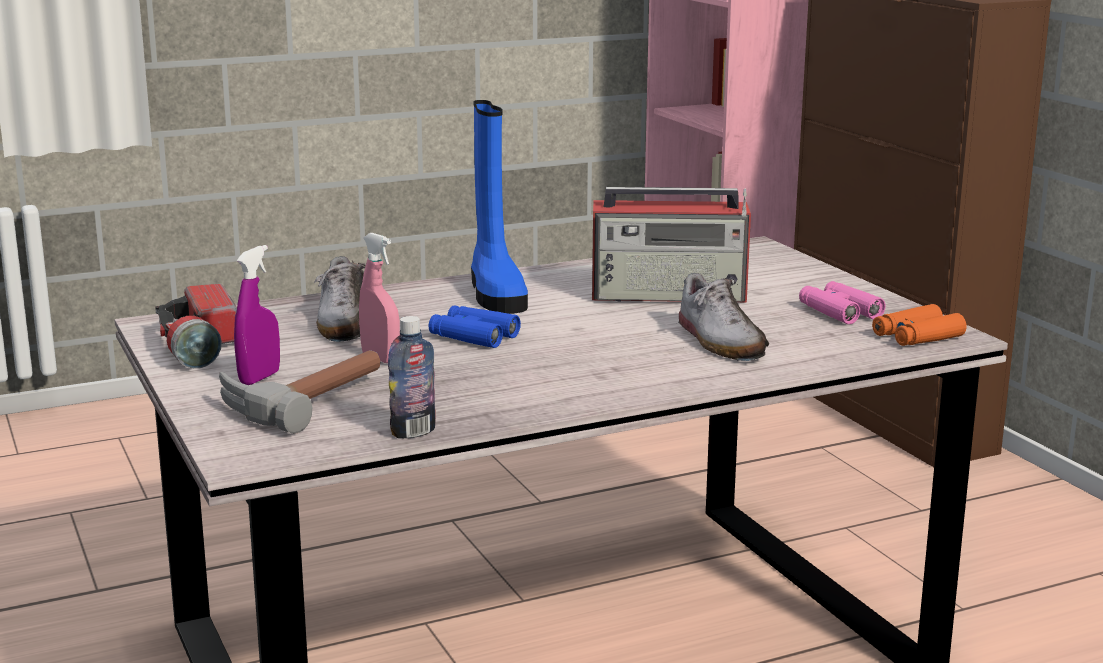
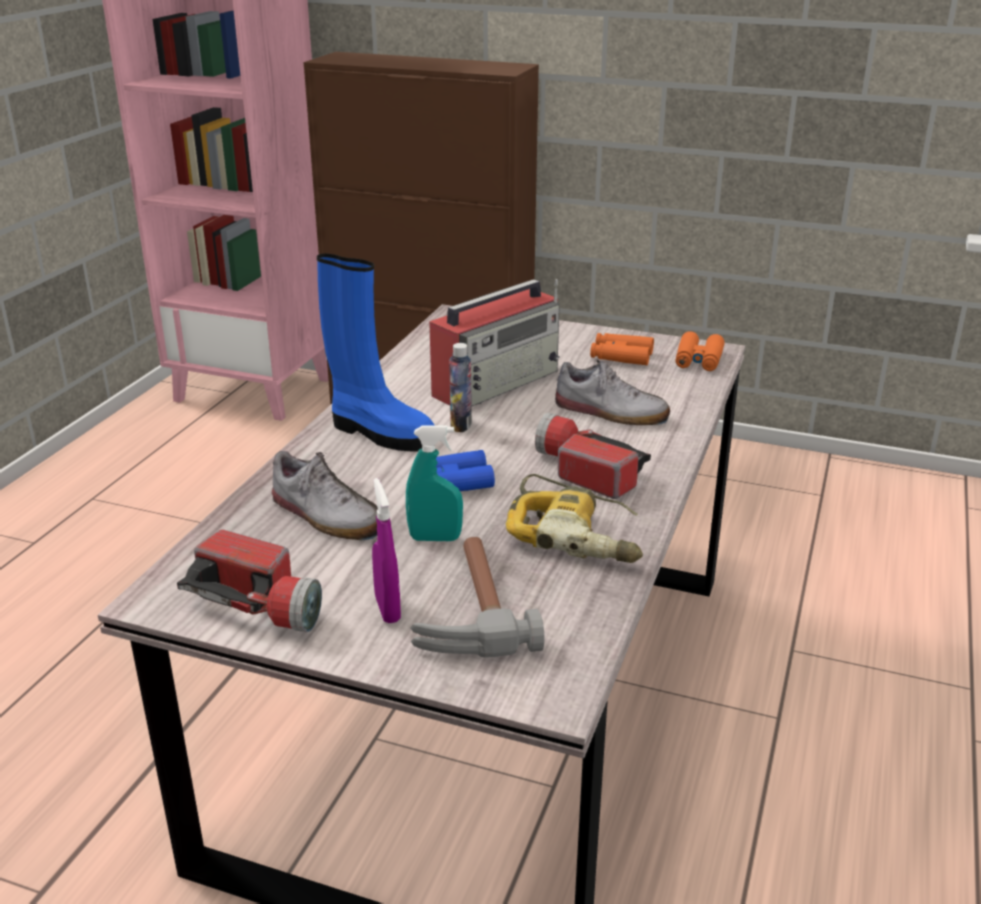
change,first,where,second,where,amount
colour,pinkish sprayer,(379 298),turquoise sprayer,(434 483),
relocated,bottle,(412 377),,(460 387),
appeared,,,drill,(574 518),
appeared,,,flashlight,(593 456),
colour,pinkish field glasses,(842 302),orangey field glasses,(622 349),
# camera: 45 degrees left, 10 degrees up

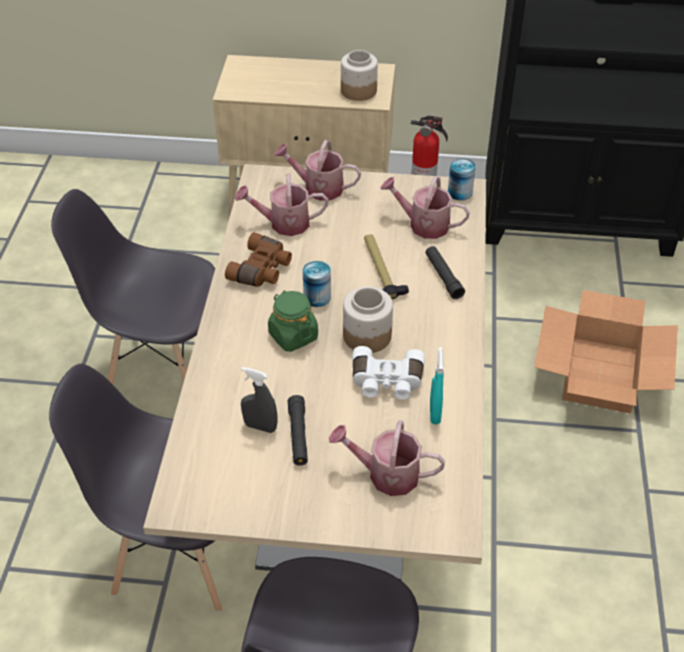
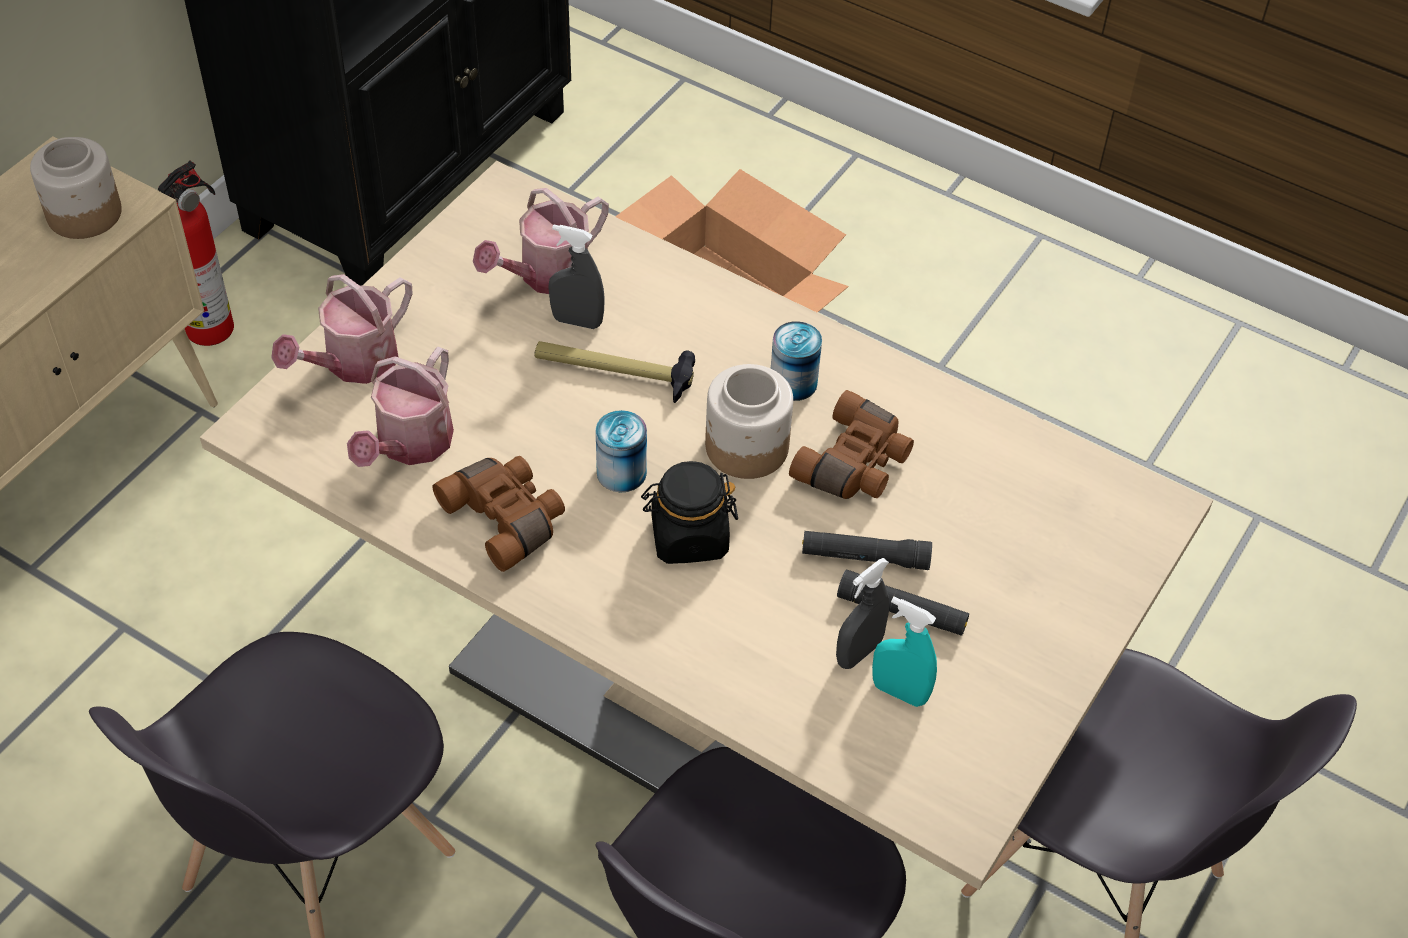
change,first,where,second,where,amount
appeared,,,greyish sprayer,(576 276),
colour,greenish jar,(293 321),black-coloured jar,(689 512),
relocated,can,(462 179),,(796 361),
colour,white-coloured field glasses,(388 373),brown-coloured field glasses,(851 444),
relocated,black-coloured flashlight,(445 272),,(867 550),
relocated,turquoise sprayer,(437 386),,(904 652),
missing,watering can,(387 458),,,
# camera: 65 degrees left, 5 degrees up

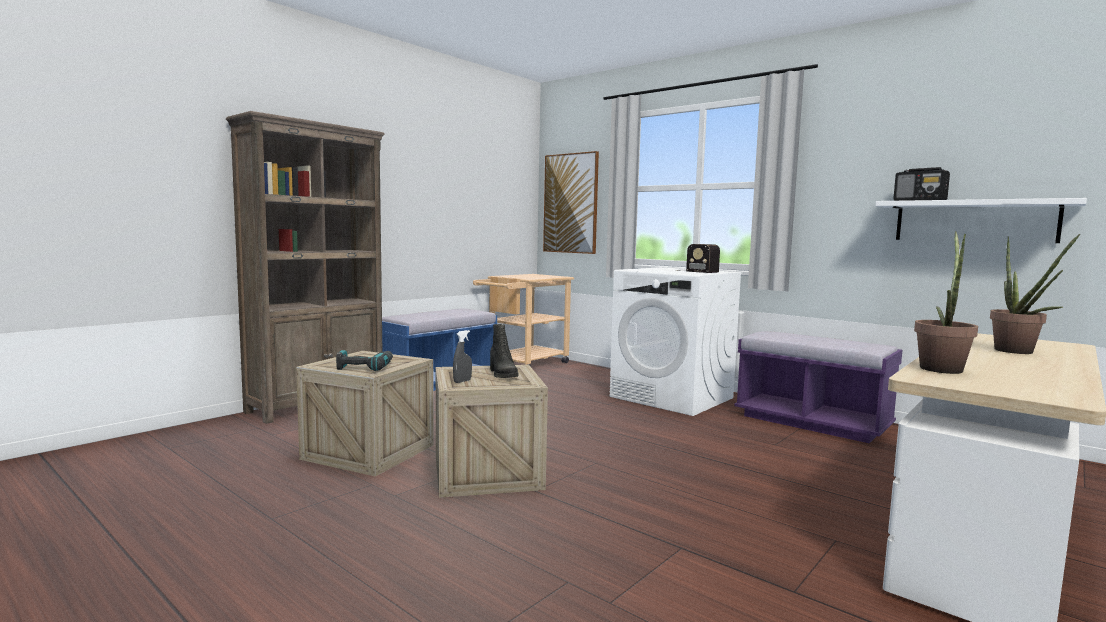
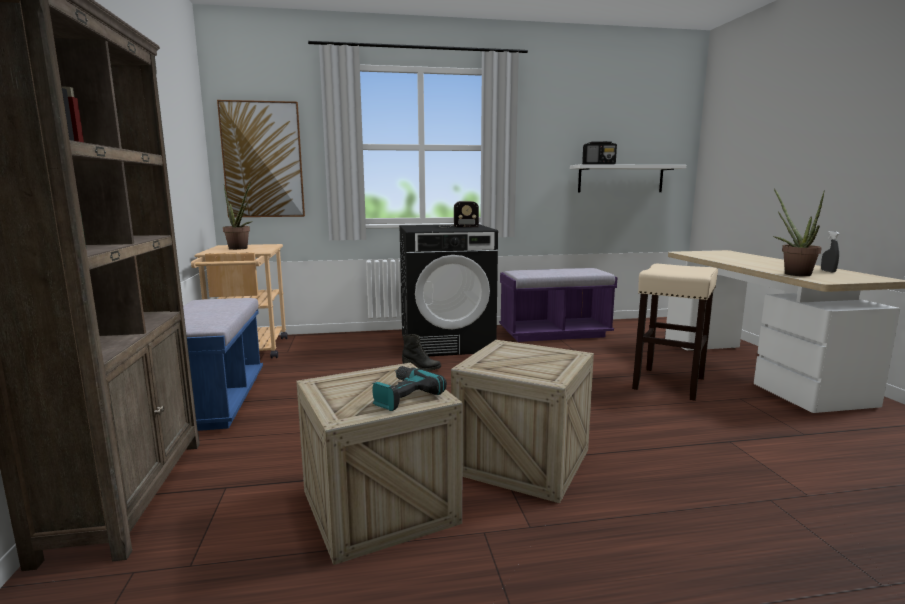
change,first,where,second,where,amount
relocated,houseplant,(1035 294),,(238 216),
colour,white-coloured washing machine,(675 341),black-coloured washing machine,(448 290),
relocated,black-coloured tall boot,(504 351),,(421 352),
appeared,,,beige-coloured stool seat,(675 332),
relocated,greyish sprayer,(462 356),,(830 251),
# camera: 50 degrees left, 5 degrees up

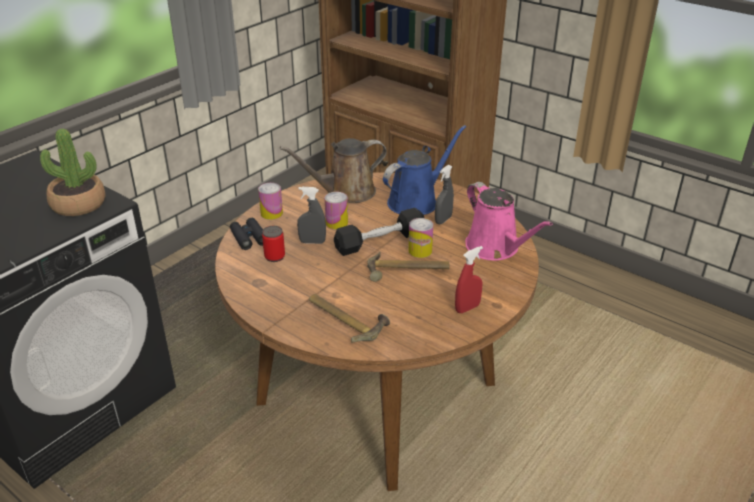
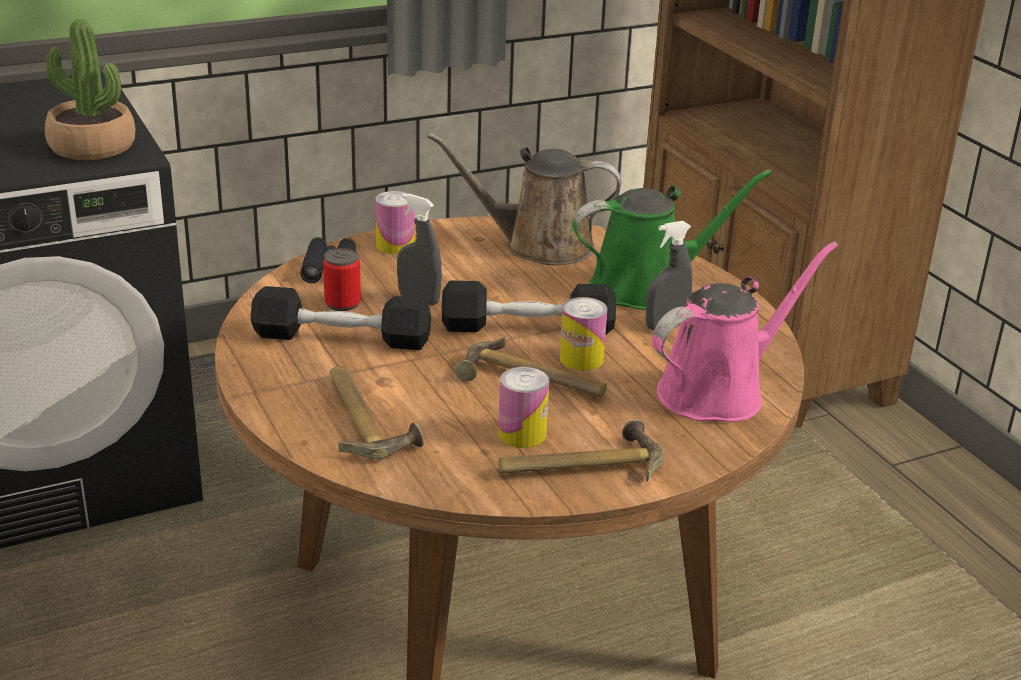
change,first,where,second,where,amount
appeared,,,black-coloured dumbbell,(341 318),
relocated,can,(336 210),,(524 407),
exchanged,red sprayer,(469 279),hammer,(581 450),
colour,bluish watering can,(424 170),greenish watering can,(672 240),
spun,pinkish watering can,(509 221),,(745 331),120 degrees counterclockwise
# camera: 25 degrees right, 5 degrees down

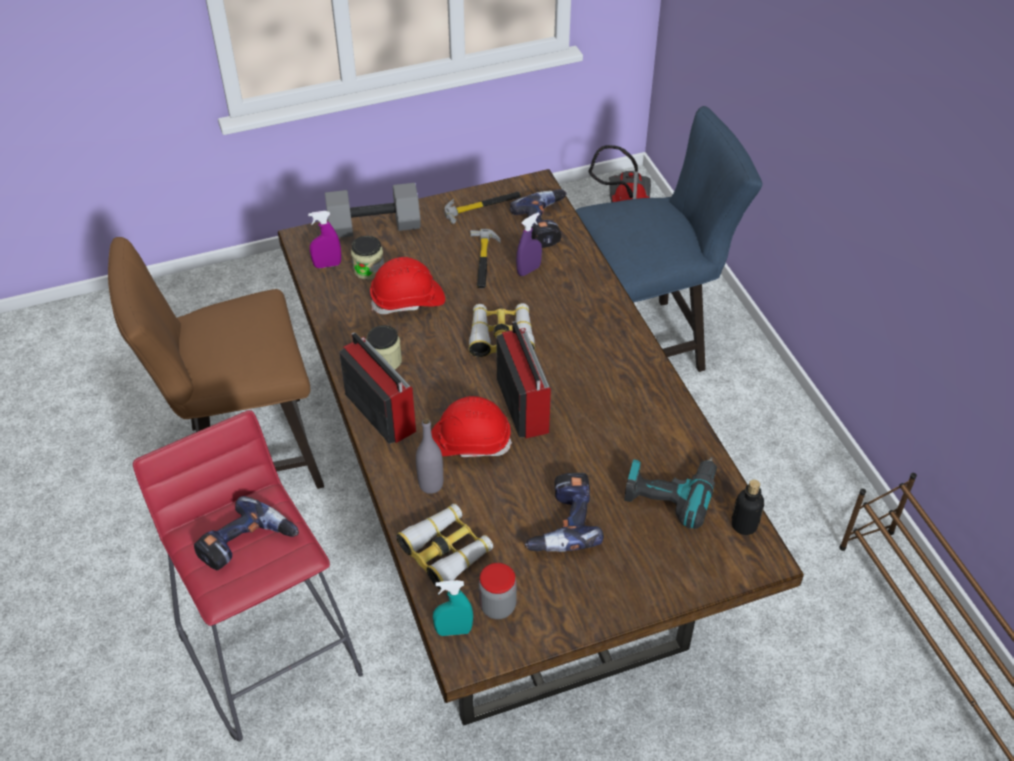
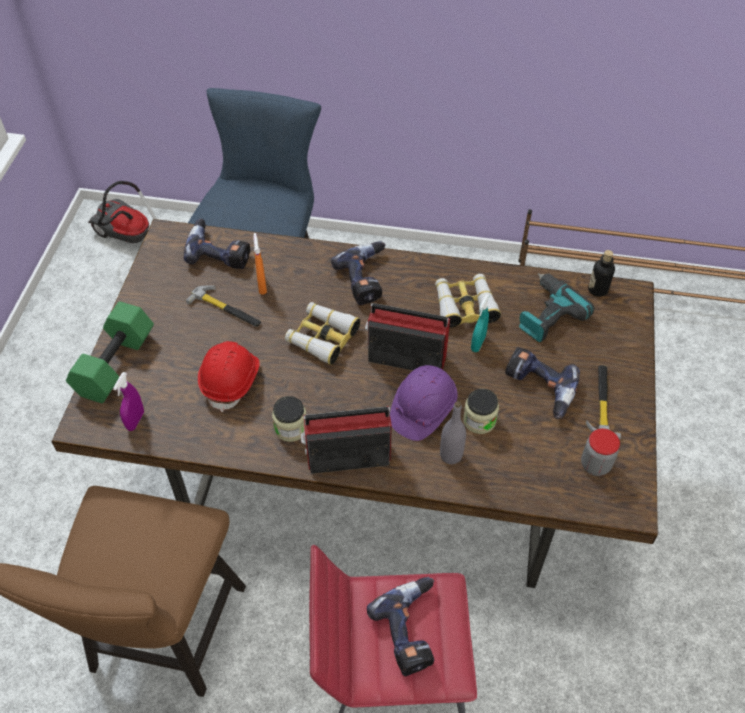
change,first,where,second,where,amount
colour,greyish dumbbell,(373 210),greenish dumbbell,(110 352),
colour,purple-coloured sprayer,(529 244),orangey sprayer,(260 264),
appeared,,,drill,(358 273),
colour,red safety helmet,(471 427),purple-coloured safety helmet,(424 403),
relocated,field glasses,(444 546),,(468 301),
relocated,jar,(367 258),,(481 411),
relocated,turquoise sprayer,(453 608),,(480 323),
relocated,hammer,(482 208),,(603 402),
# camera: 60 degrees left, 5 degrees up

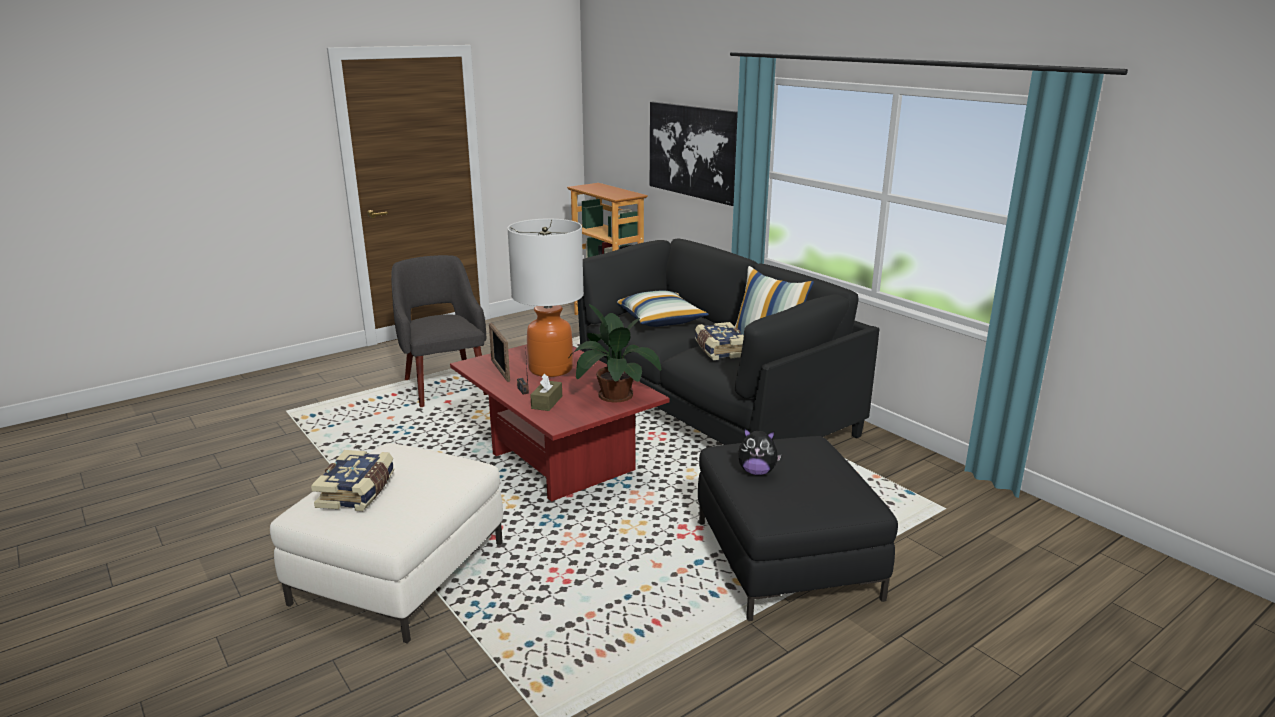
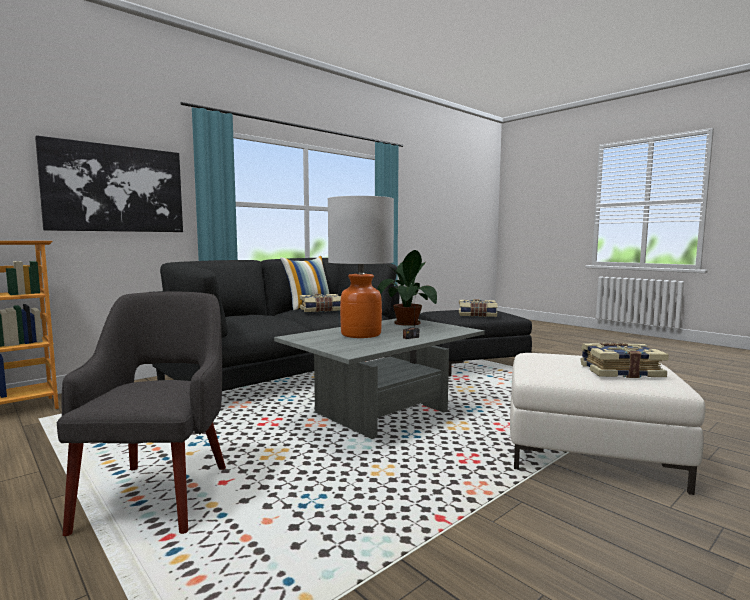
change,first,where,second,where,amount
spun,greyish easy chair,(439 331),,(141 414),120 degrees clockwise
colour,red low table,(560 422),greyish low table,(379 378),
exchanged,plush toy,(760 451),volume,(478 308),
missing,standing frame,(499 352),,,
missing,brown-coloured tissue box,(546 392),,,
missing,throw pillow,(663 308),,,
# camera: 95 degrees left, 15 degrees down

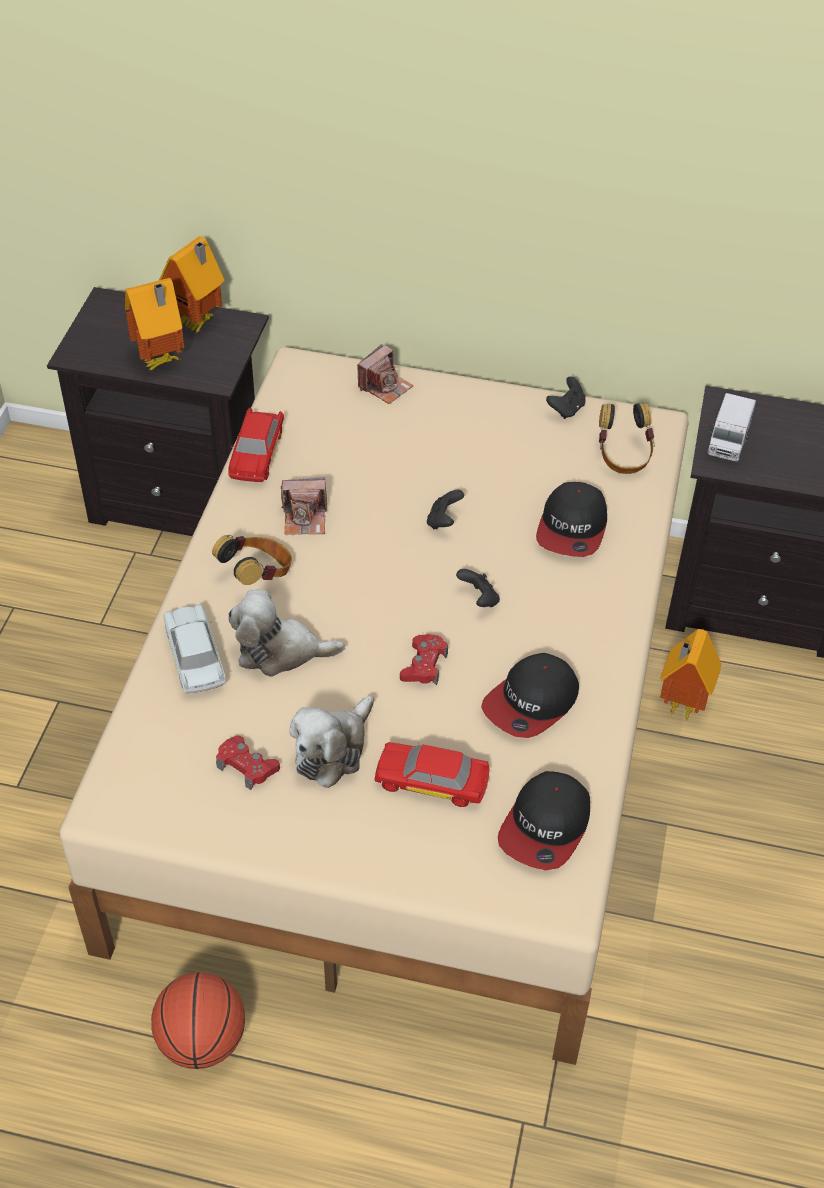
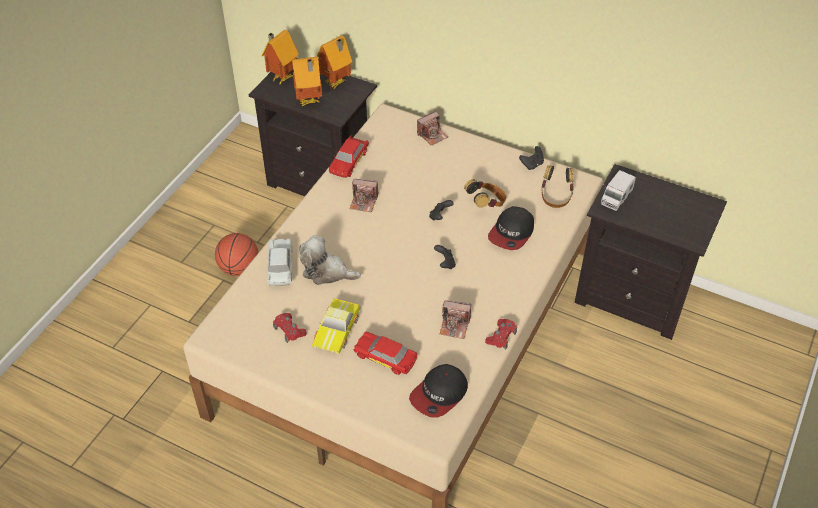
change,first,where,second,where,amount
relocated,ball for basketball,(198 1020),,(236 254),
relocated,model house,(690 674),,(280 57),
exchanged,plush toy,(331 741),model car,(336 326),
exchanged,cap,(530 695),photo camera,(455 319),
relocated,headset,(252 560),,(485 193),
relocated,red gamepad,(424 659),,(501 334),
# camera: 15 degrees right, 0 degrees up

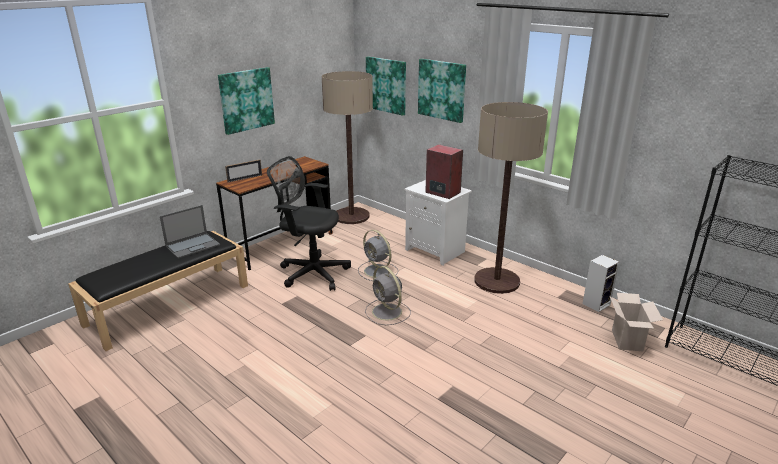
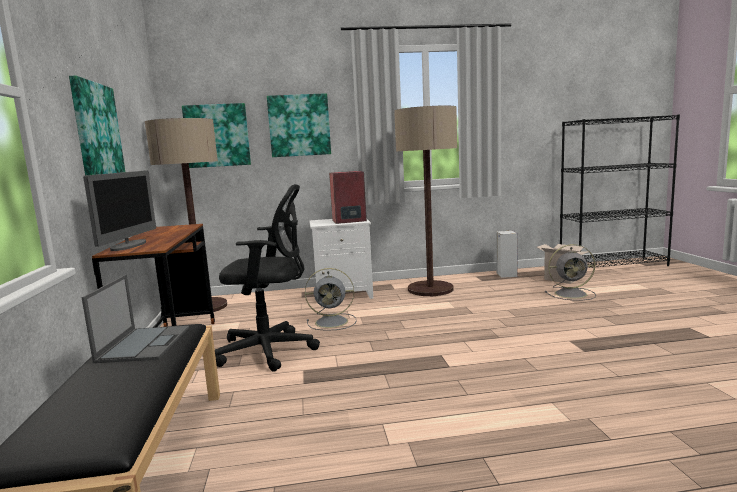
change,first,where,second,where,amount
exchanged,standing frame,(243 170),computer display,(119 210),
spun,black-coloured computer chair,(309 223),,(267 278),150 degrees counterclockwise
relocated,greyish fan,(388 295),,(570 272),
# camera: 50 degrees left, 15 degrees down

